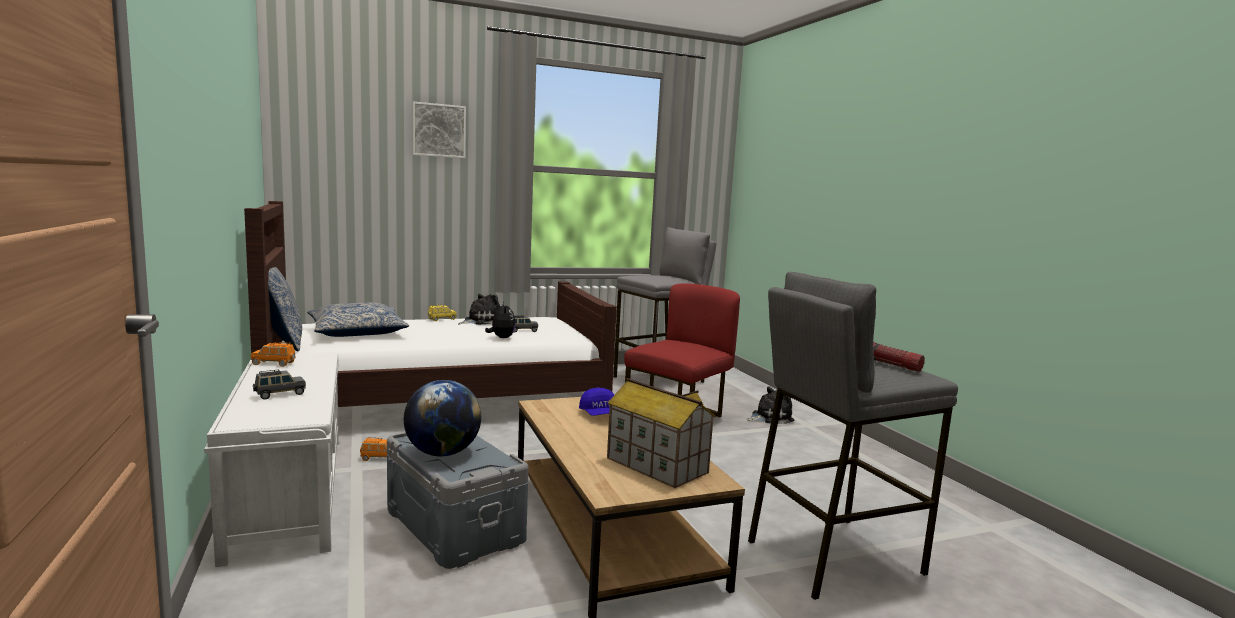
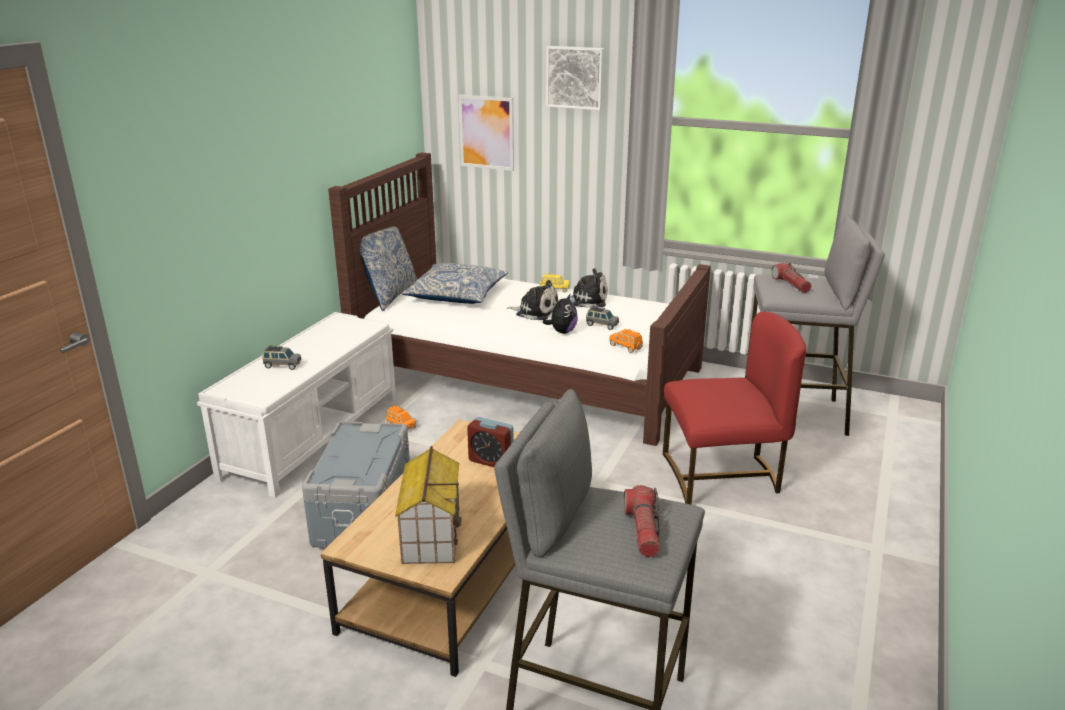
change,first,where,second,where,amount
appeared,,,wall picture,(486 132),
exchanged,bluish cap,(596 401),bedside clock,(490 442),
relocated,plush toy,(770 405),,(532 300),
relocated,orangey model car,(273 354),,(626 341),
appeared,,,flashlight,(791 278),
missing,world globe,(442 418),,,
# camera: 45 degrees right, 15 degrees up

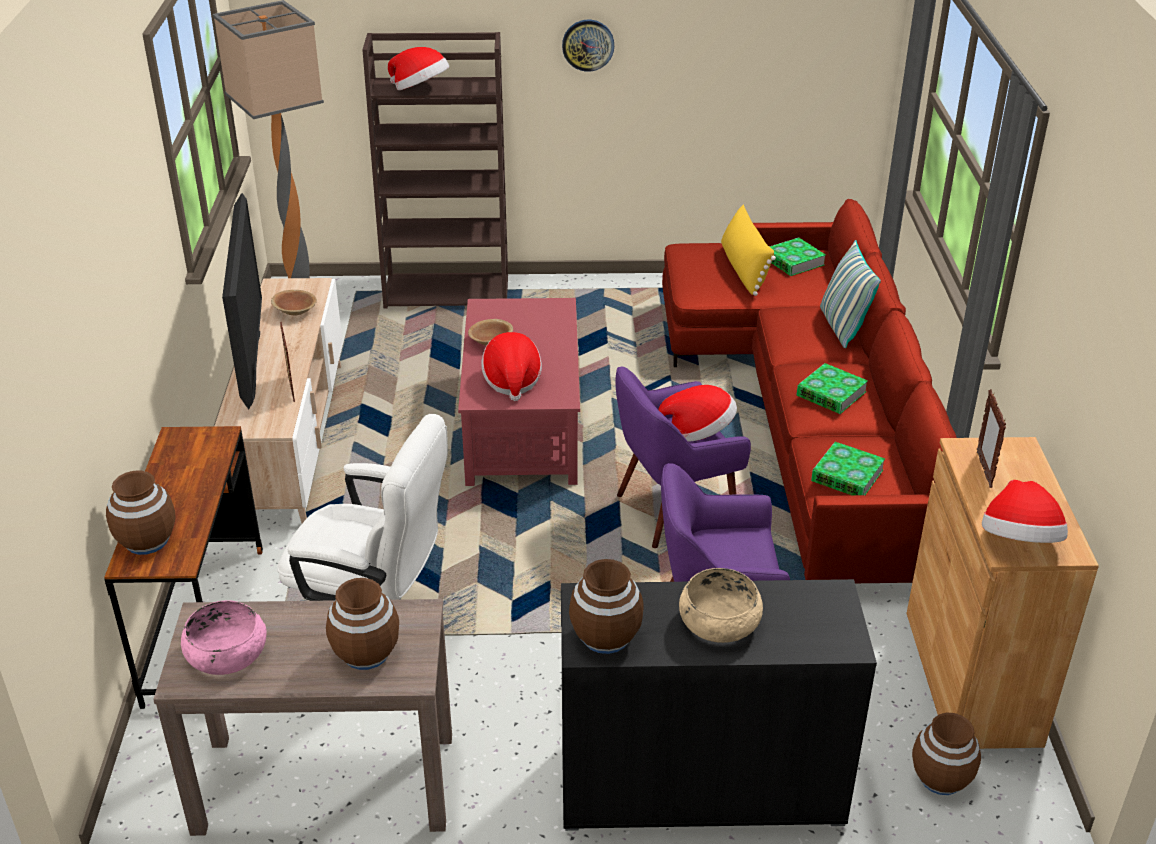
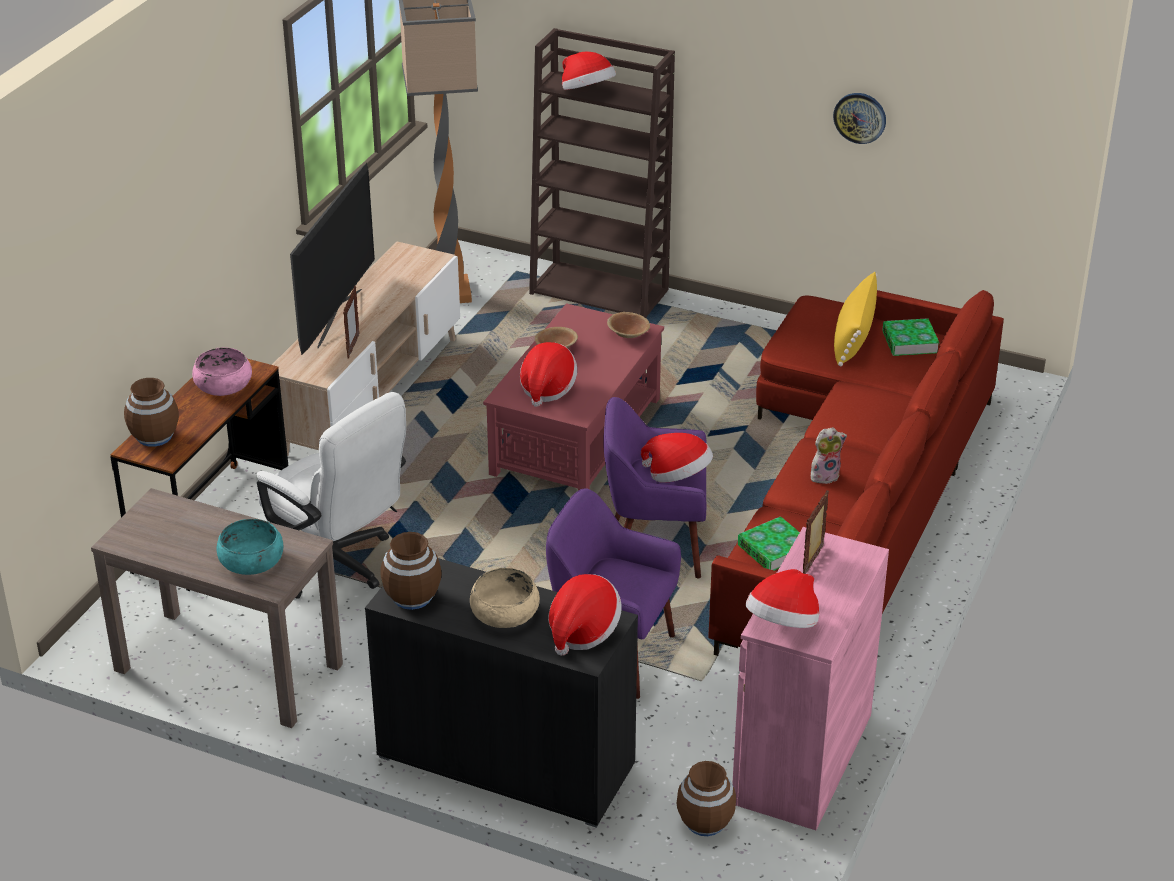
change,first,where,second,where,amount
relocated,pinkish serving bowl,(224 637),,(222 372),
exchanged,brown-coloured flower vase,(362 624),turquoise serving bowl,(250 547),
appeared,,,wearable hat,(585 615),
relocated,brown-coloured serving bowl,(294 302),,(628 325),
colour,brown-coloured cabinet,(1003 593),pinkish cabinet,(810 678),
exchanged,volume,(832 388),plush toy,(829 455),
relocated,hanging clock,(588 45),,(859 118),
missing,throw pillow,(850 294),,,
# camera: 25 degrees right, 0 degrees up

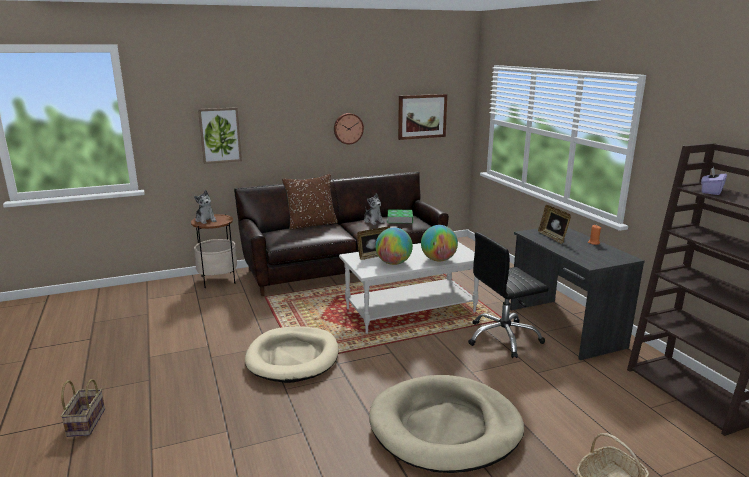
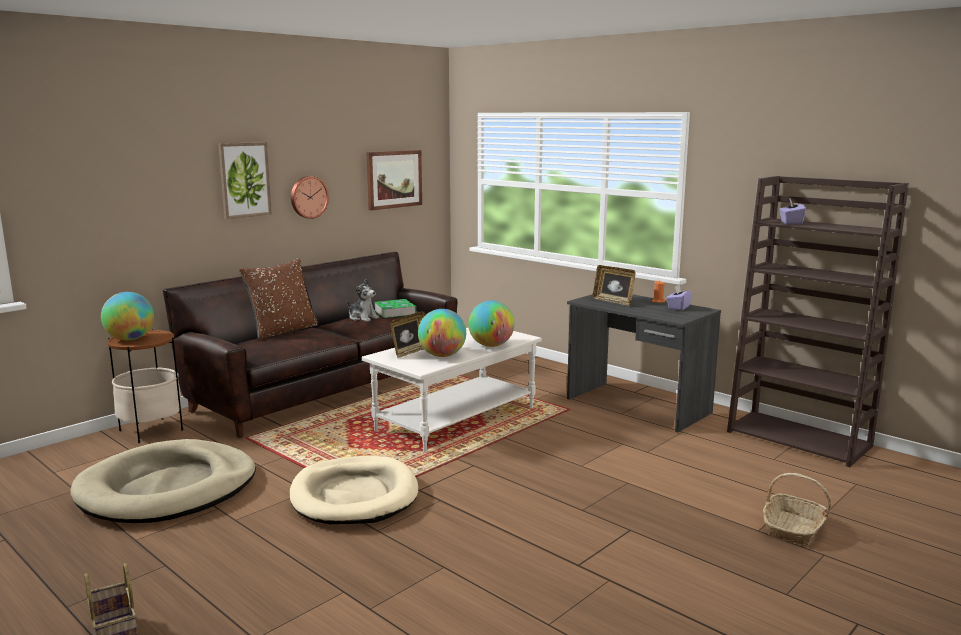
change,first,where,second,where,amount
relocated,beige-coloured dog cushion,(446 424),,(163 481),
exchanged,plush toy,(205 207),world globe,(127 316),
relocated,wall picture,(220 135),,(245 180),
appeared,,,purple-coloured tissue box,(679 297),
missing,black-coloured computer chair,(508 295),,,
# camera: 25 degrees left, 5 degrees down

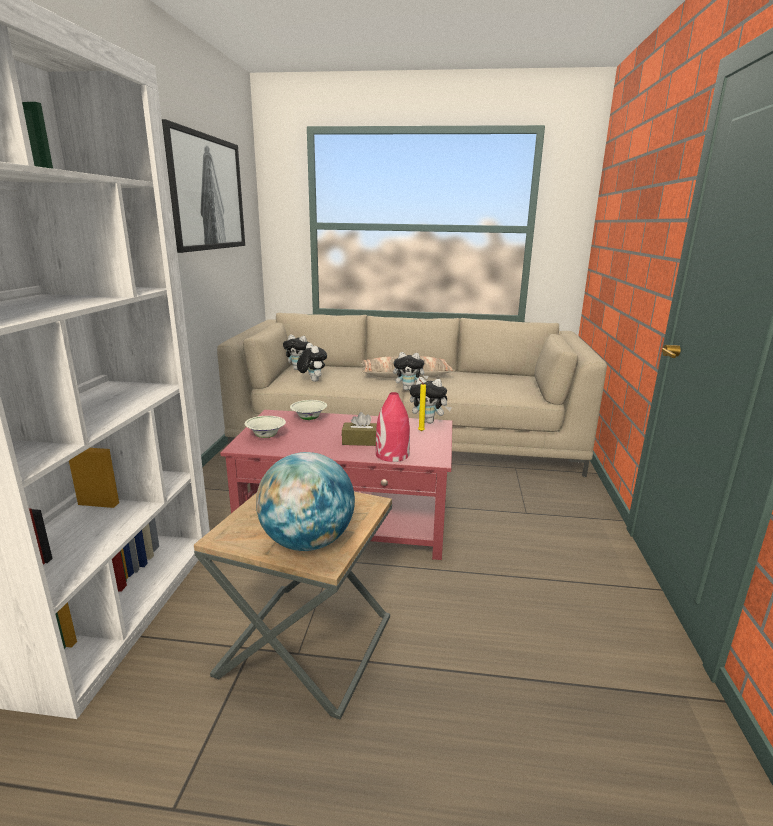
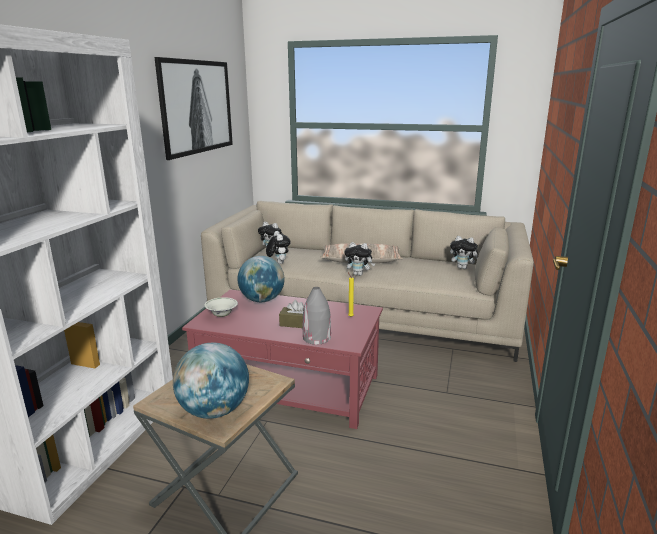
change,first,where,second,where,amount
exchanged,white-coloured serving bowl,(308 410),world globe,(261 279),
colour,red flower vase,(393 427),greyish flower vase,(317 316),
relocated,plush toy,(430 400),,(464 252),
# camera: 10 degrees right, 0 degrees up

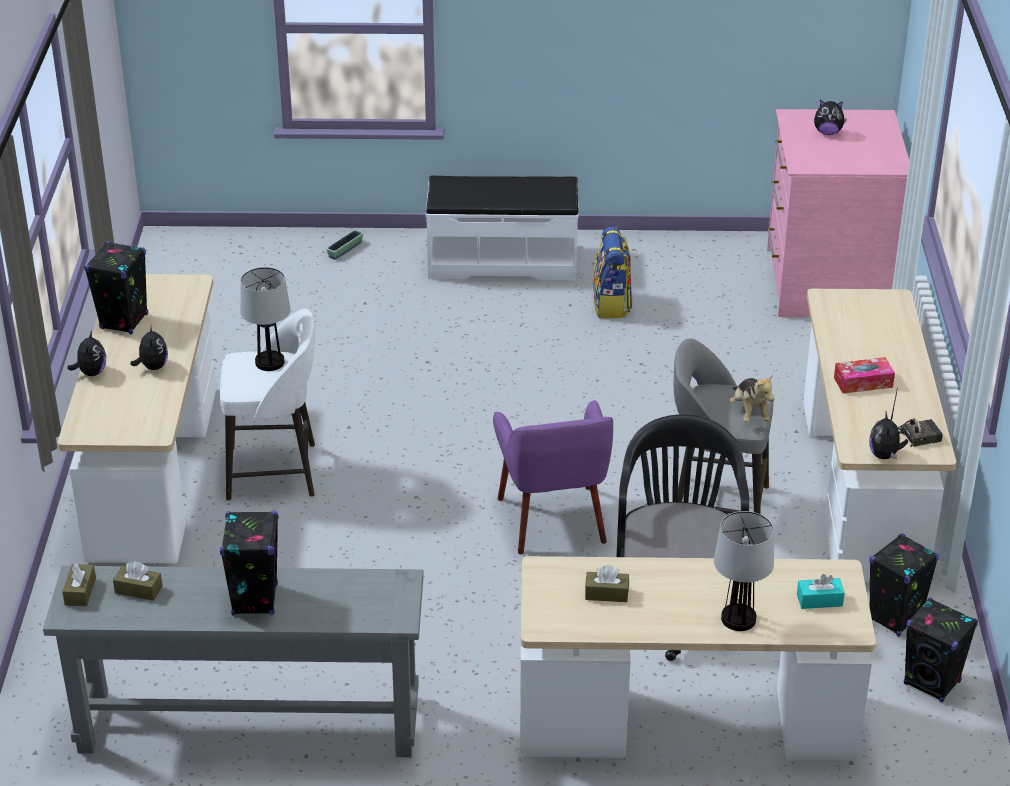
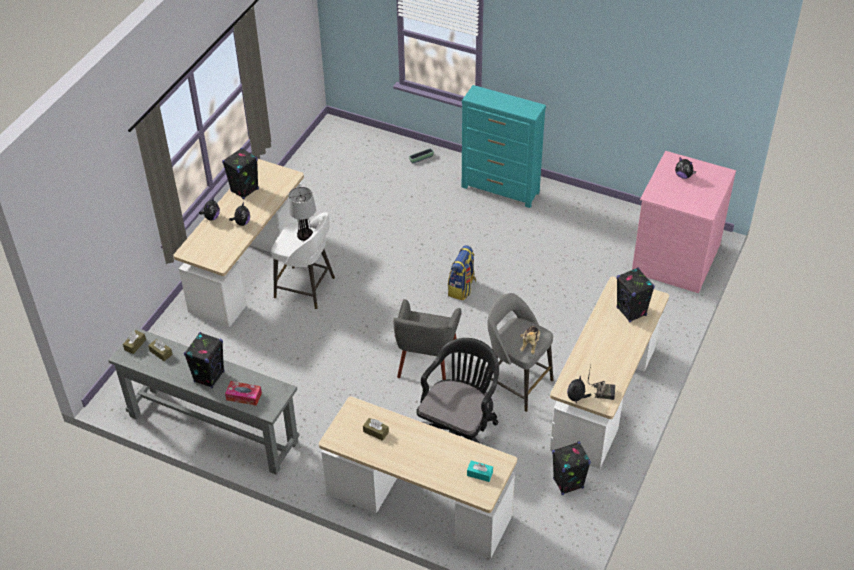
change,first,where,second,where,amount
relocated,tissue box,(864 375),,(243 393),
colour,purple-coloured easy chair,(553 477),greyish easy chair,(427 339),
relocated,rucksack,(612 272),,(462 272),
exchanged,white-coloured bench,(502 228),turquoise drawer chest,(504 146),
relocated,black-coloured speaker,(941 650),,(635 295),
missing,table lamp,(744 571),,,
# camera: 25 degrees right, 10 degrees up

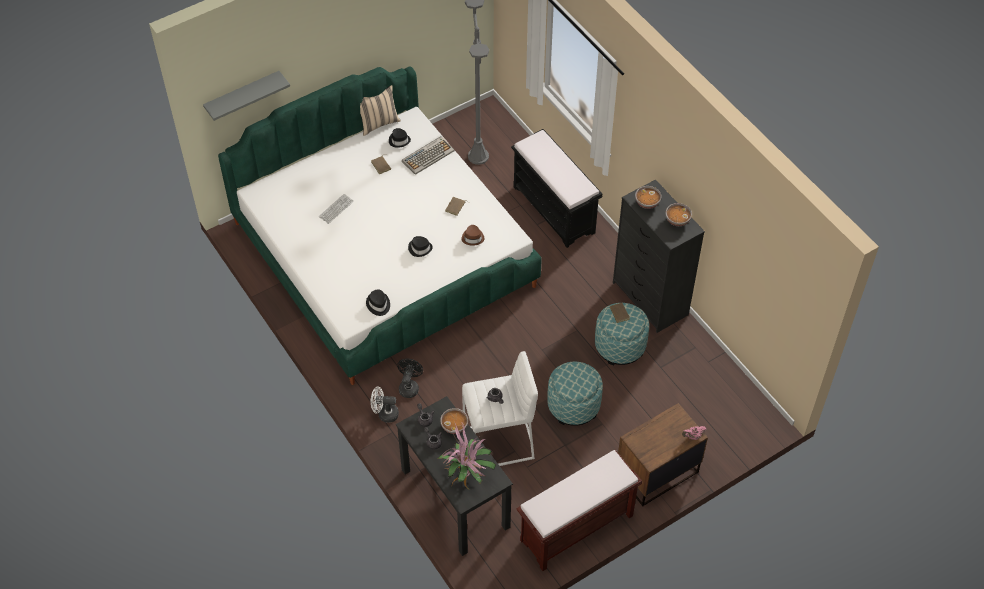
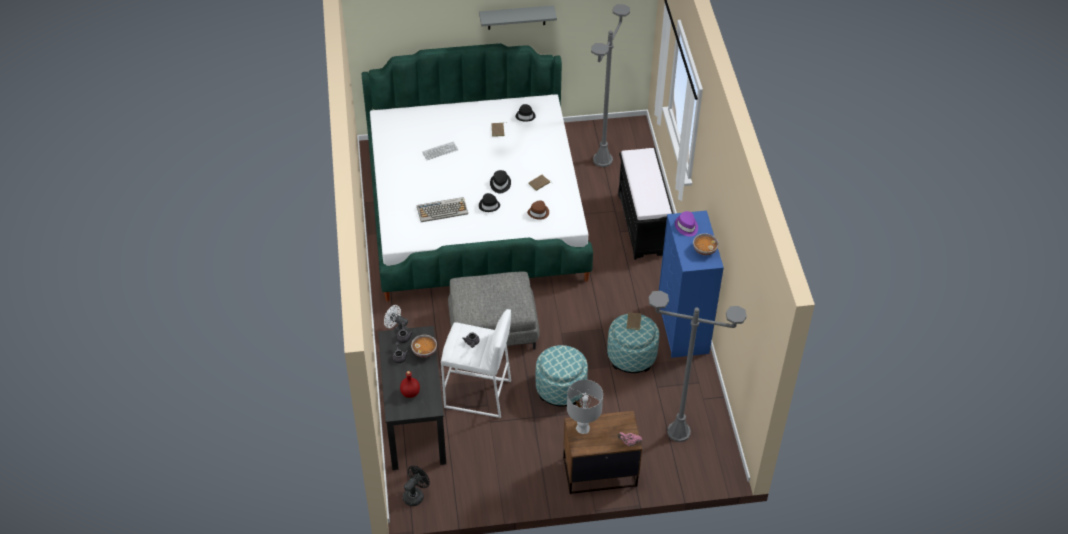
change,first,where,second,where,amount
exchanged,houseplant,(467 454),red bottle,(410 384),
relocated,black-coloured fan,(410 378),,(416 486),
relocated,PC keyboard,(428 156),,(442 209),
appeared,,,greyish ottoman,(494 311),
relocated,greyish bracket shelf,(246 96),,(518 17),
relocated,black-coloured wearable hat,(378 303),,(500 181),
appeared,,,greyish table lamp,(585 406),
appeared,,,greyish standard lamp,(698 366),
colour,black-coloured drawer chest,(659 256),bluish drawer chest,(691 284),
exchanged,serving bowl,(648 197),purple-coloured wearable hat,(686 224),
missing,beige-coloured throw pillow,(380 110),,,
missing,brown-coloured bench,(579 510),,,
# camera: 25 degrees right, 5 degrees down

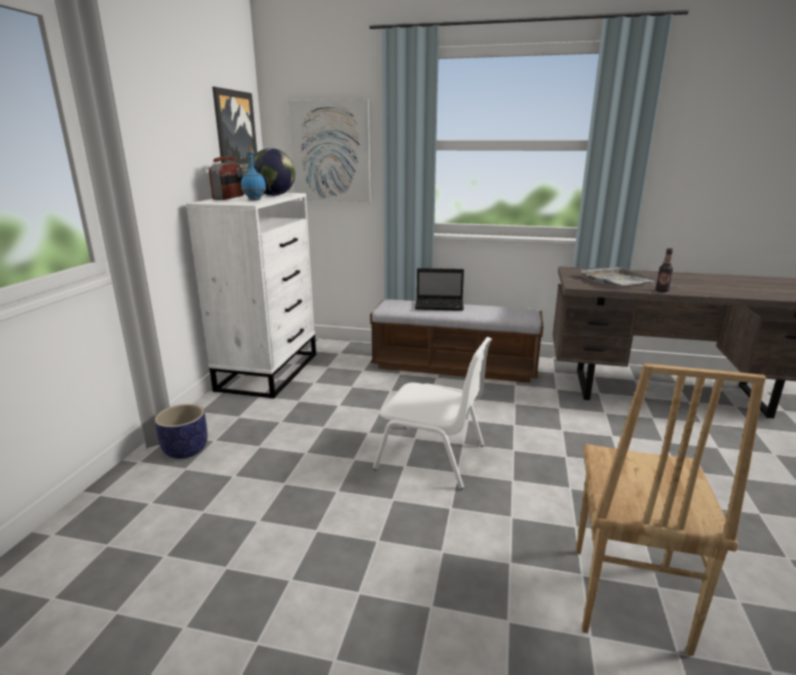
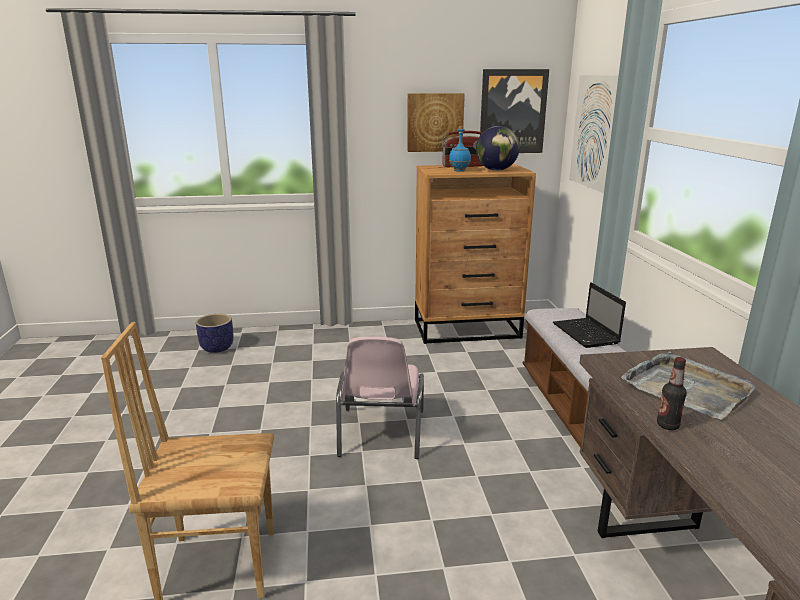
change,first,where,second,where,amount
relocated,plant pot,(181 431),,(214 333),
colour,white-coloured upright chair,(432 413),pinkish upright chair,(380 398),
appeared,,,wall picture,(436 122),
colour,white-coloured drawer chest,(251 296),brown-coloured drawer chest,(475 254),
# camera: 70 degrees right, 0 degrees up

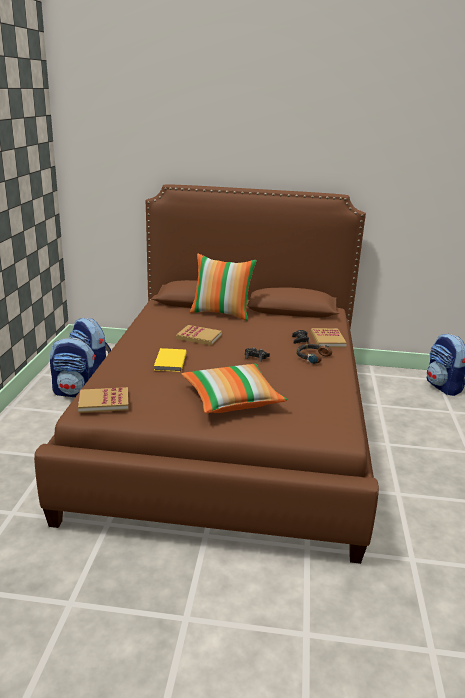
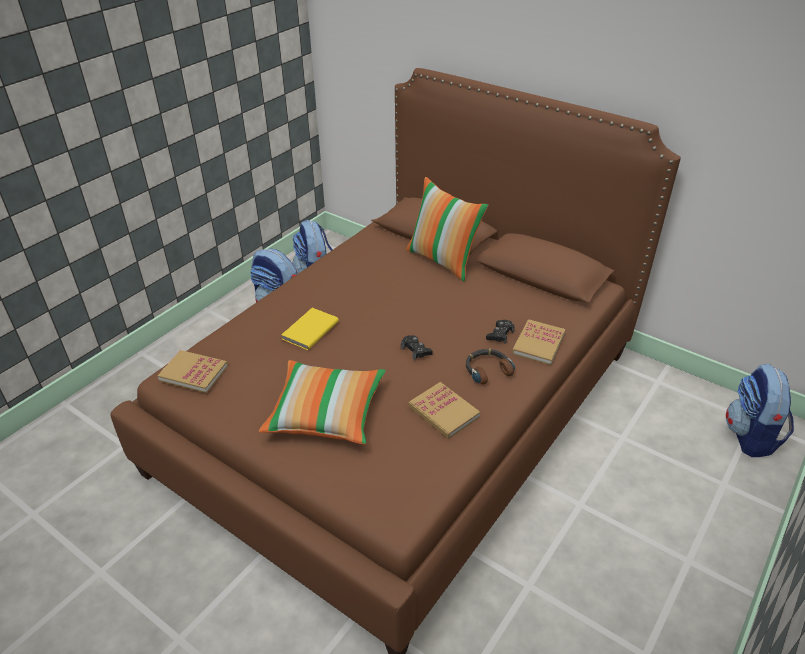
change,first,where,second,where,amount
relocated,volume,(199 335),,(444 410),
# camera: 30 degrees right, 15 degrees up

